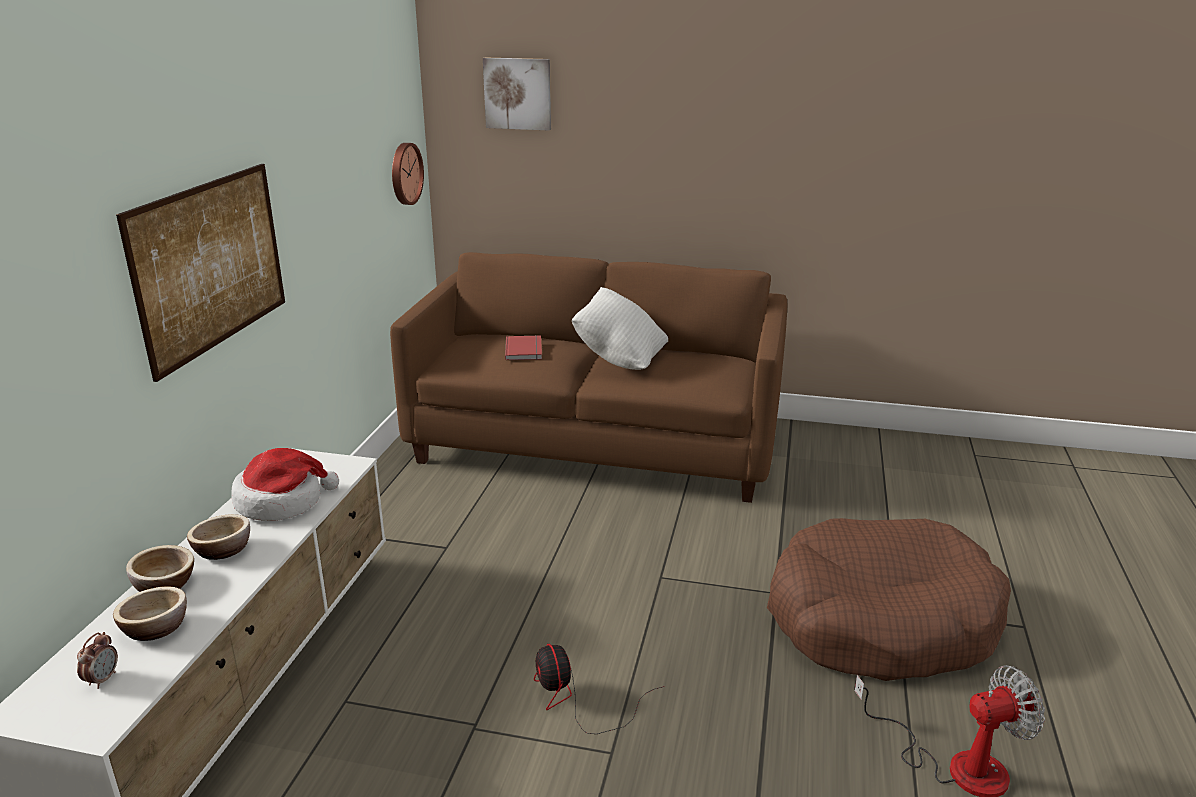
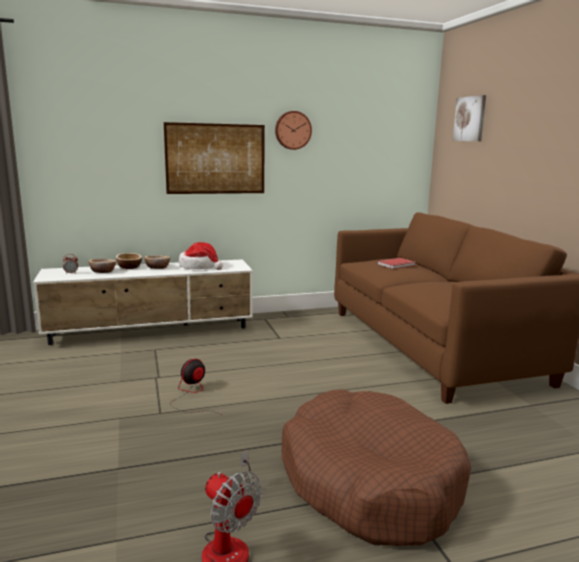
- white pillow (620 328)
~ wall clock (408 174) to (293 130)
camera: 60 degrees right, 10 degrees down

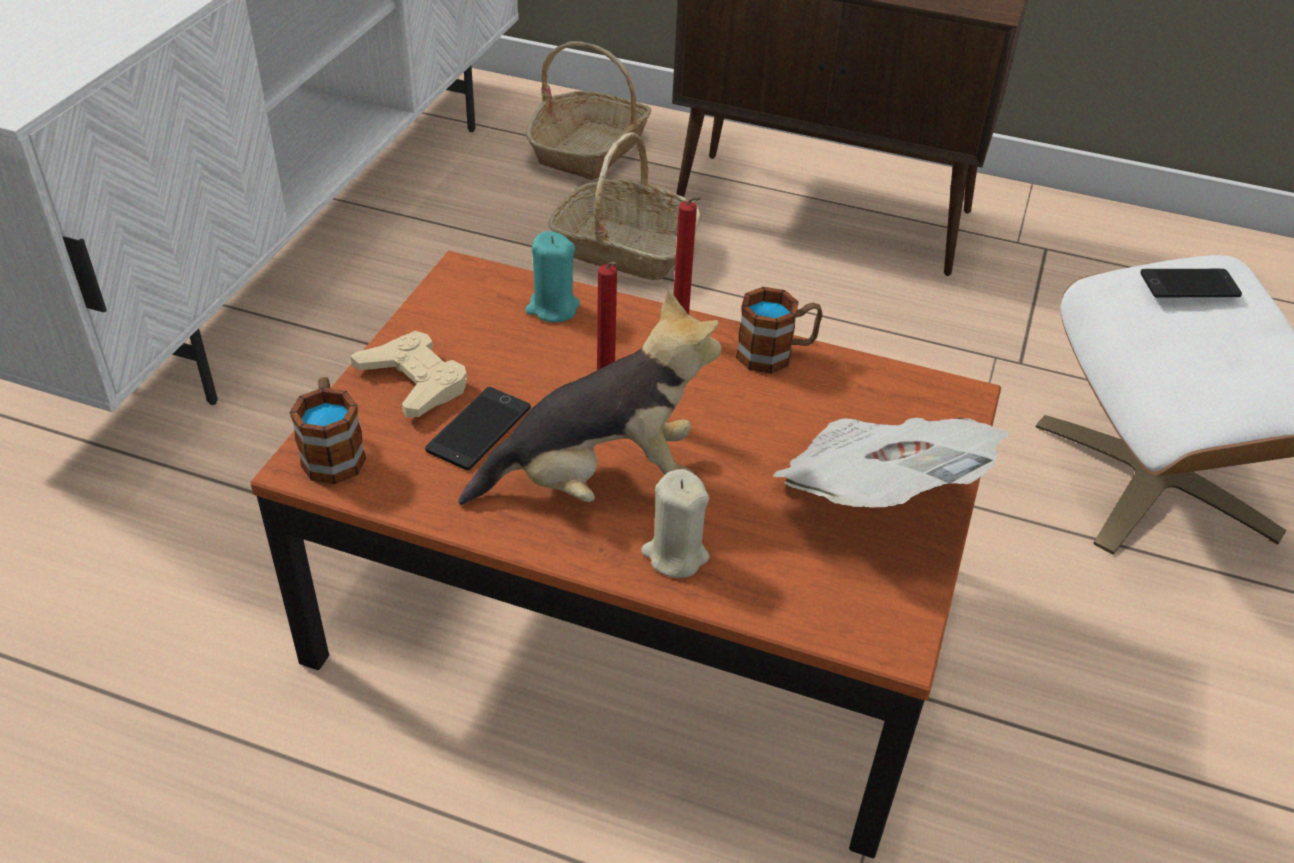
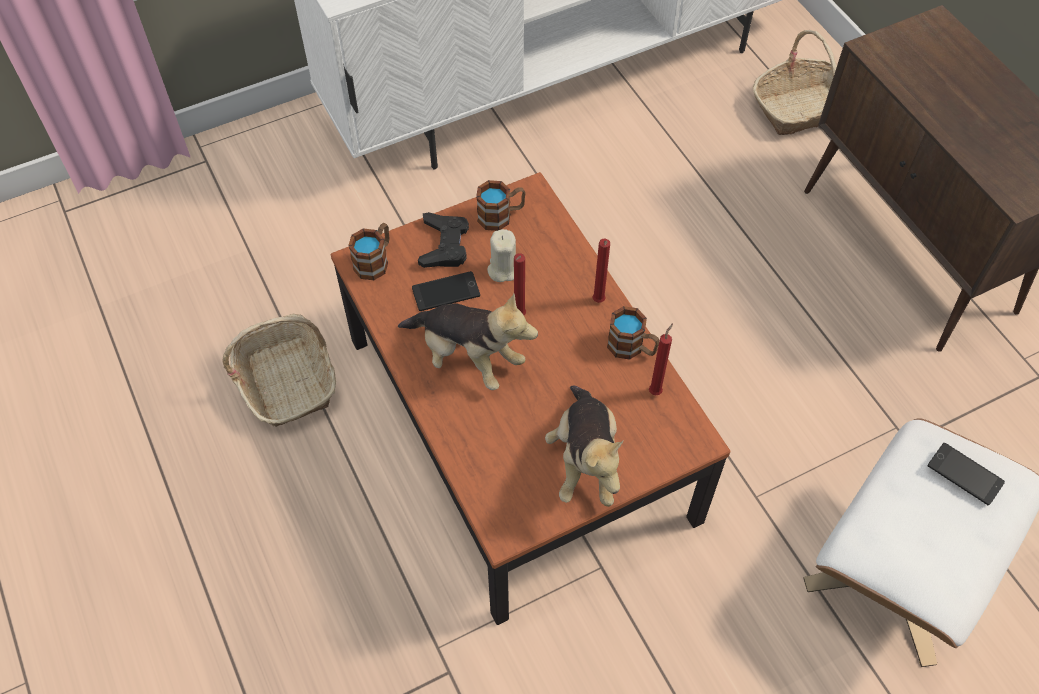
- blue-green wax light (552 276)
+ mug (501 205)
+ reddish wax light (661 359)
~ household basket (624 206) to (279 370)
~ beige-coloured wax light (675 523) to (501 255)
~ newspaper (891 462) to soft toy (584 446)
~ beige-coloured gamepad (408 374) to black gamepad (443 240)
camera: 45 degrees right, 15 degrees up

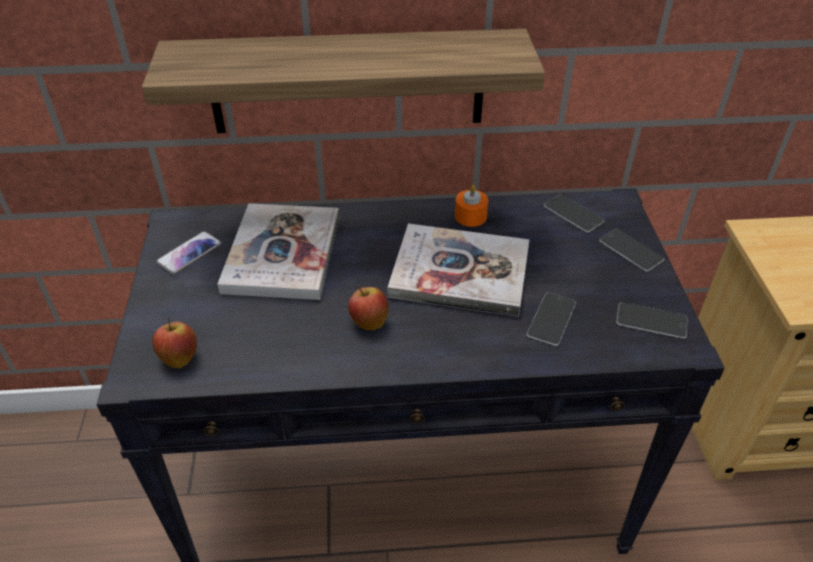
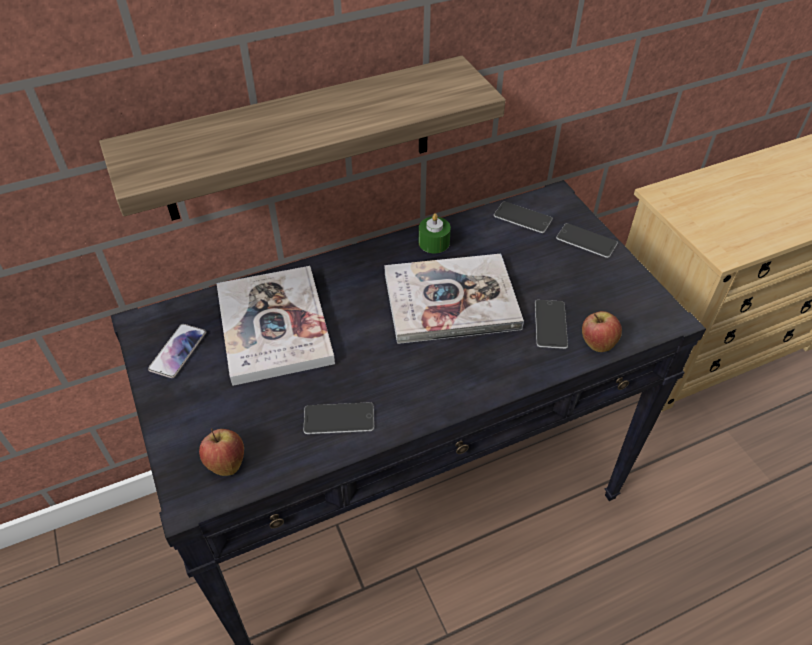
~ apple (368 307) to (602 331)
~ handset (651 320) to (339 418)
~ orangey wax light (471 206) to green-coloured wax light (435 233)
camera: 20 degrees left, 5 degrees up

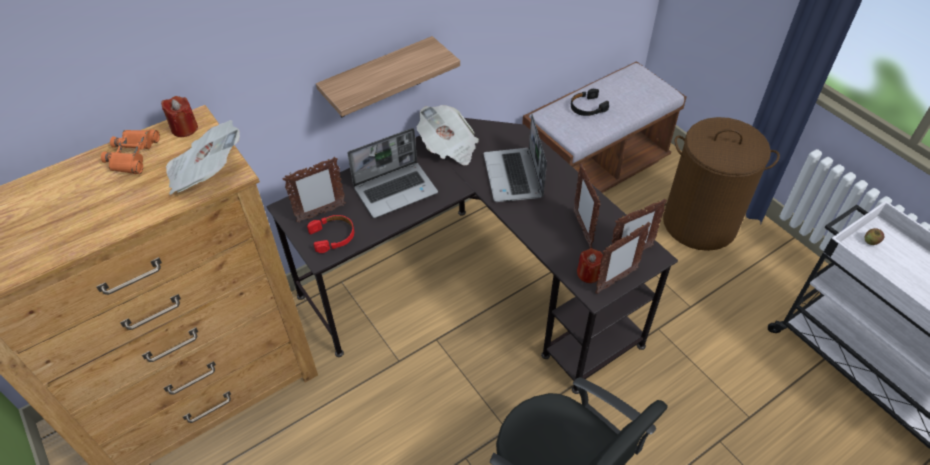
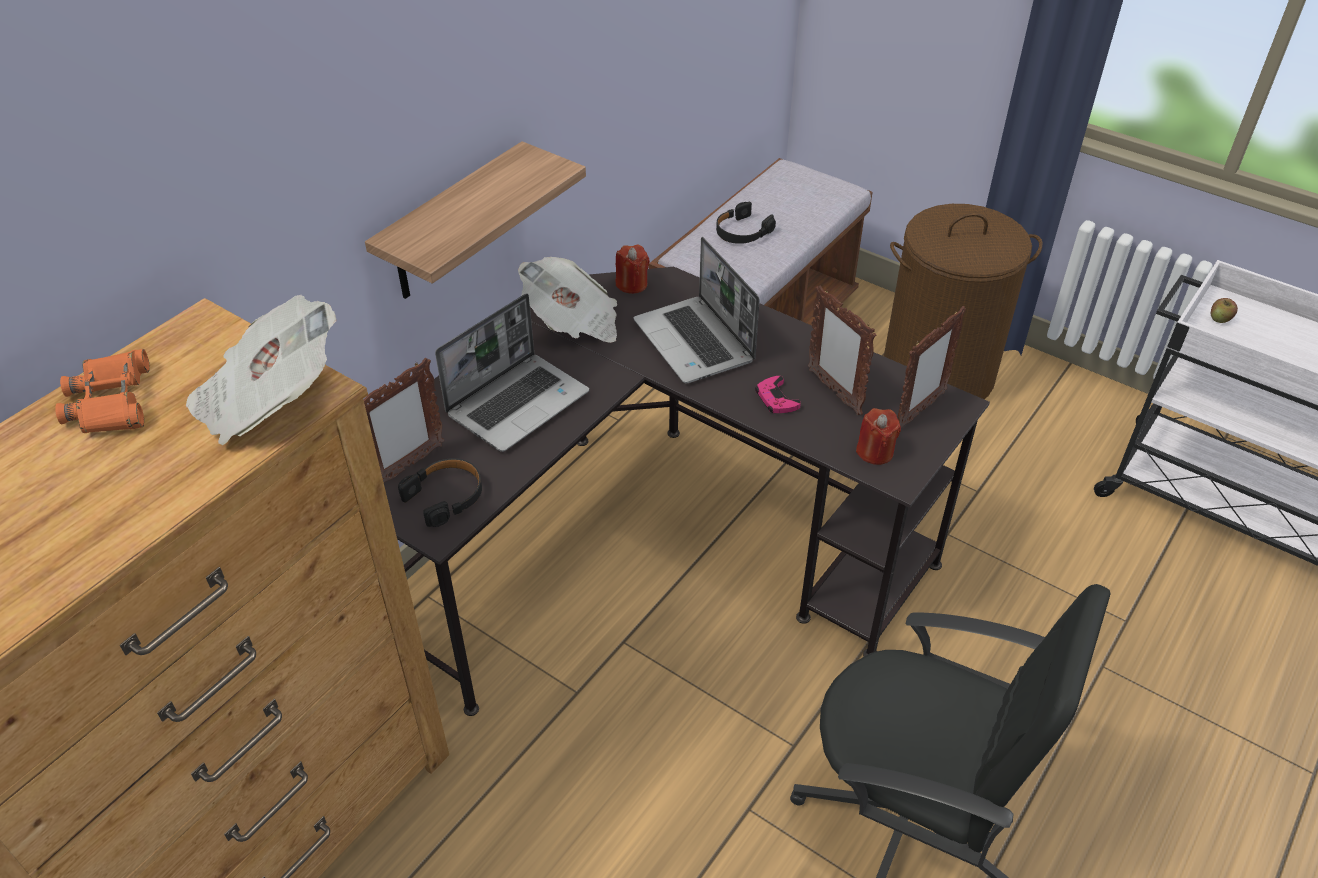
- standing frame (623 258)
+ pinkish gamepad (778 394)
~ reddish wax light (179 116) to (633 269)
~ reddish headset (330 234) to black headset (440 492)
camera: 20 degrees left, 5 degrees down

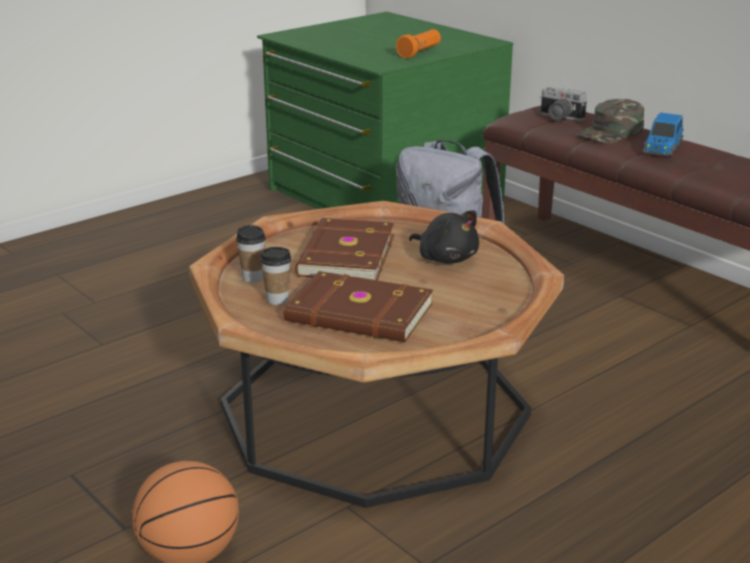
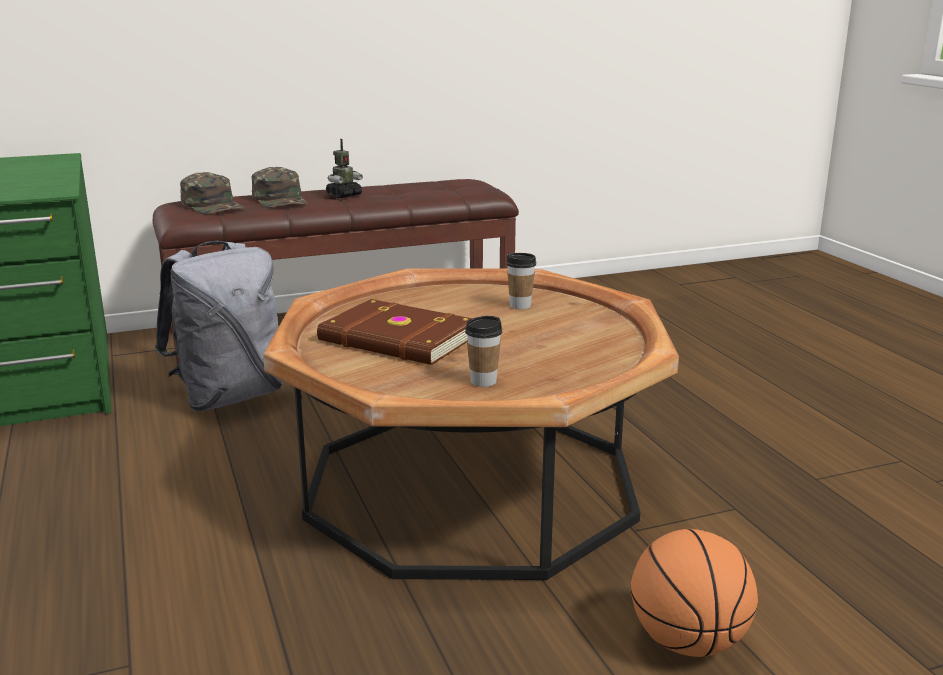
- brown-coloured bound book (358 306)
- orangey torch (418 43)
- black soft toy (444 237)
~ cup (251 254) to (521 281)
~ still camera (563 104) to green-coloured baseball cap (212 193)
~ model car (663 135) to model robot (344 168)
camera: 70 degrees left, 5 degrees down

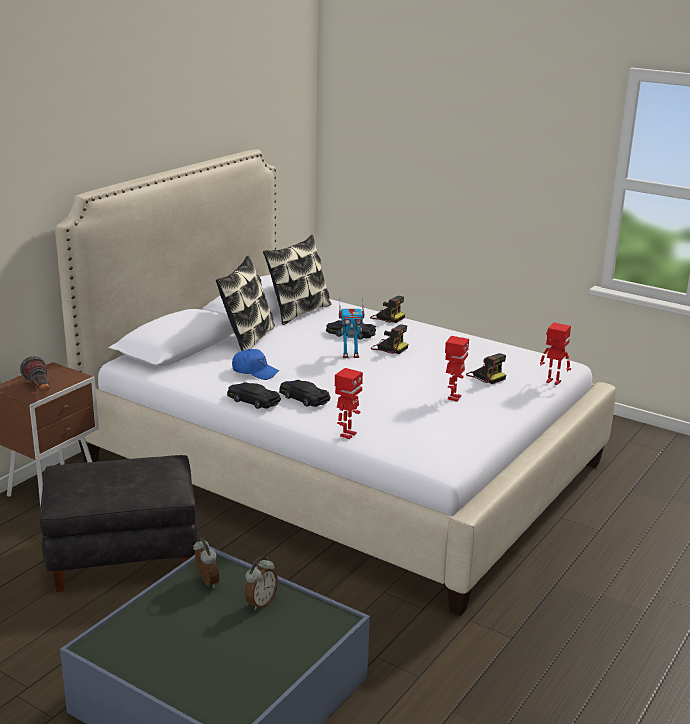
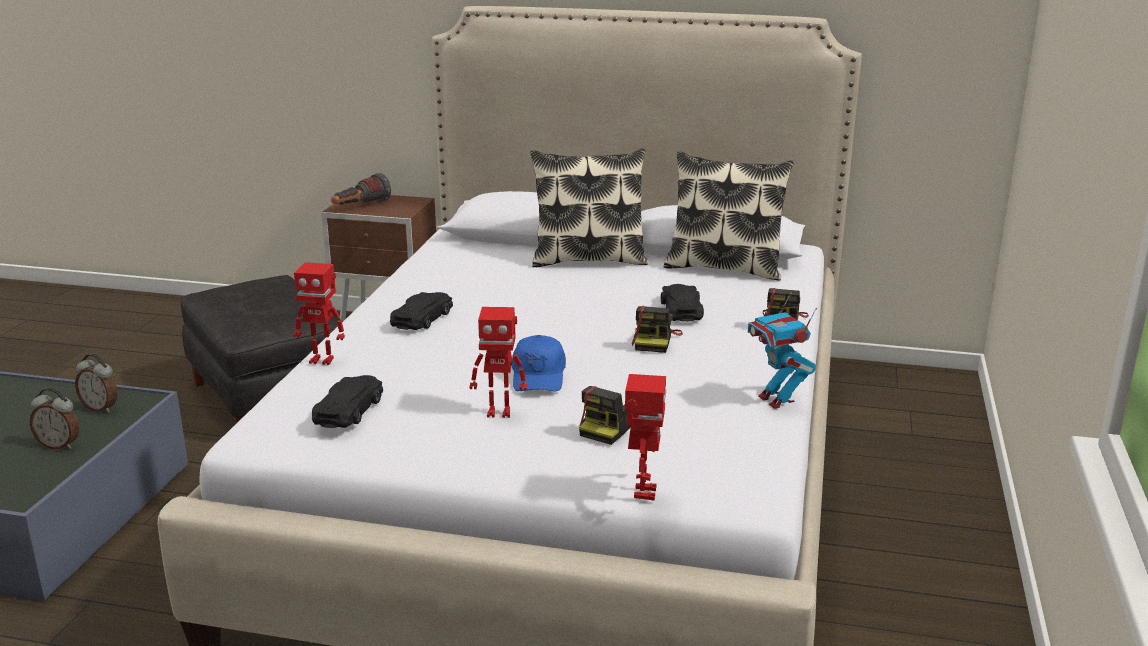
~ black model car (254 395) to (347 401)
~ blue baseball cap (255 364) to (539 363)
~ model robot (351 328) to (782 350)
~ table clock (206 563) = (96 383) 75 degrees clockwise
camera: 70 degrees right, 0 degrees up

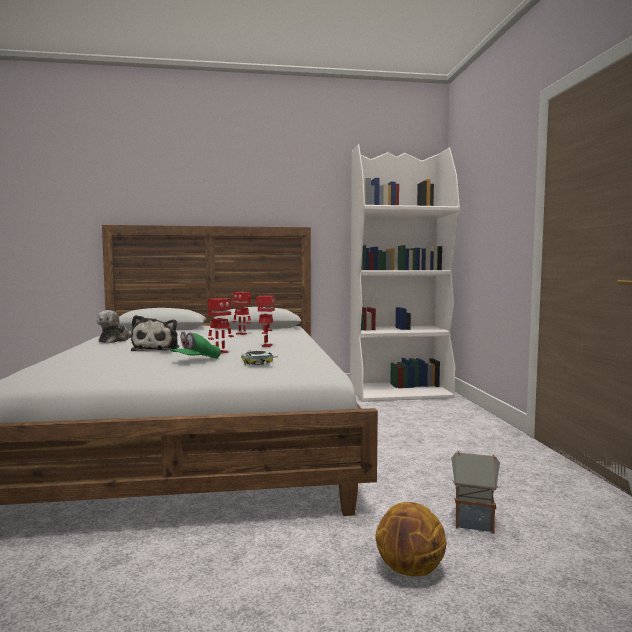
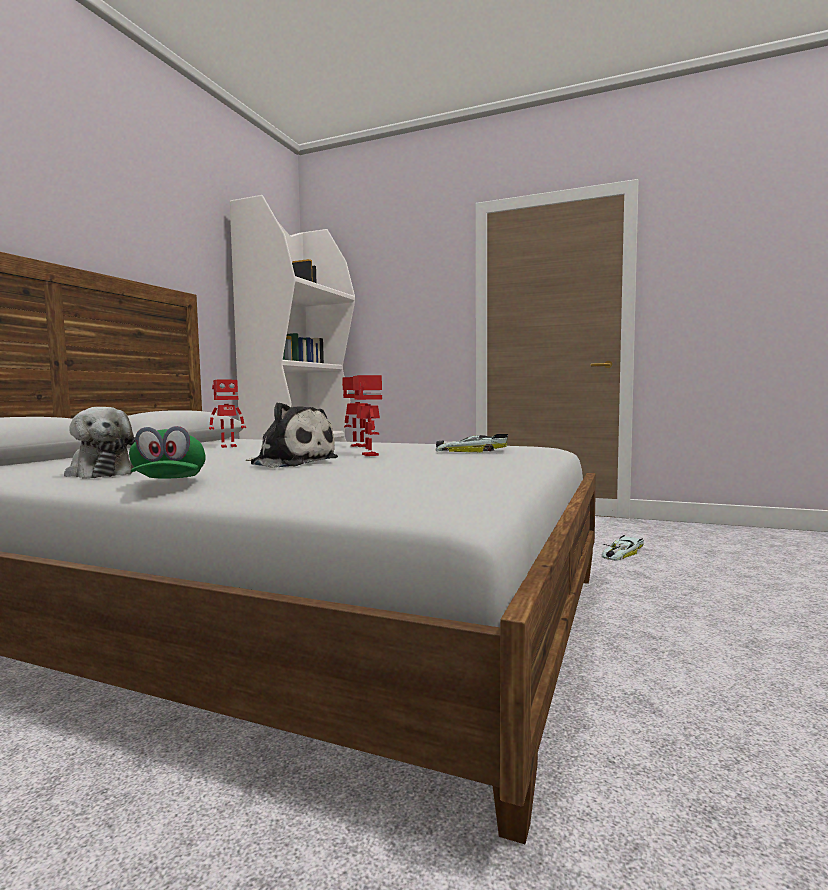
- basketball ball (410 539)
~ green-coloured baseball cap (195 345) to (167 452)
~ toy house (476 492) to model car (623 548)
camera: 60 degrees left, 0 degrees up

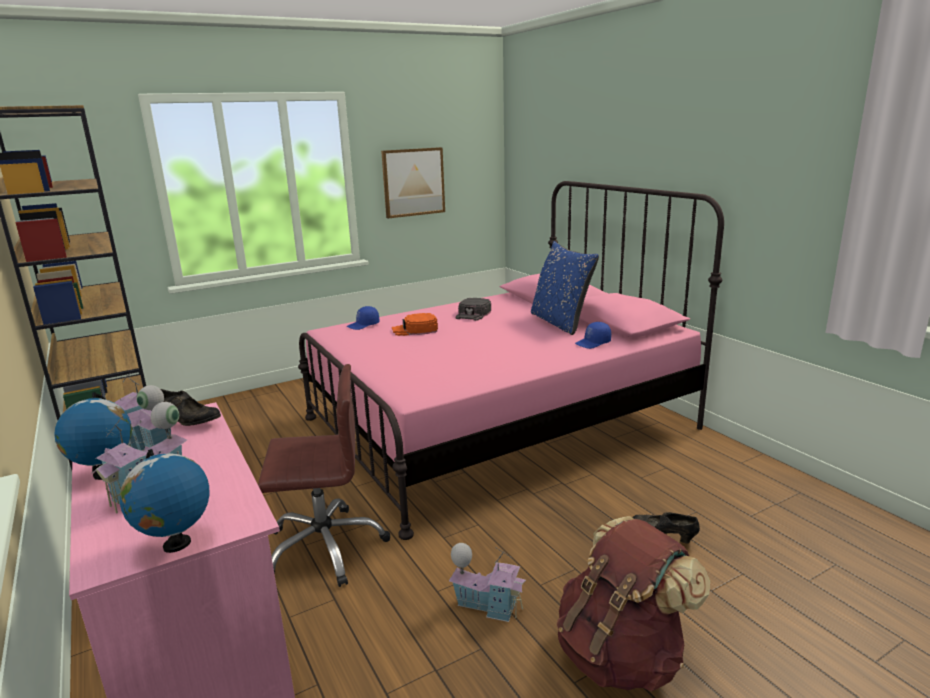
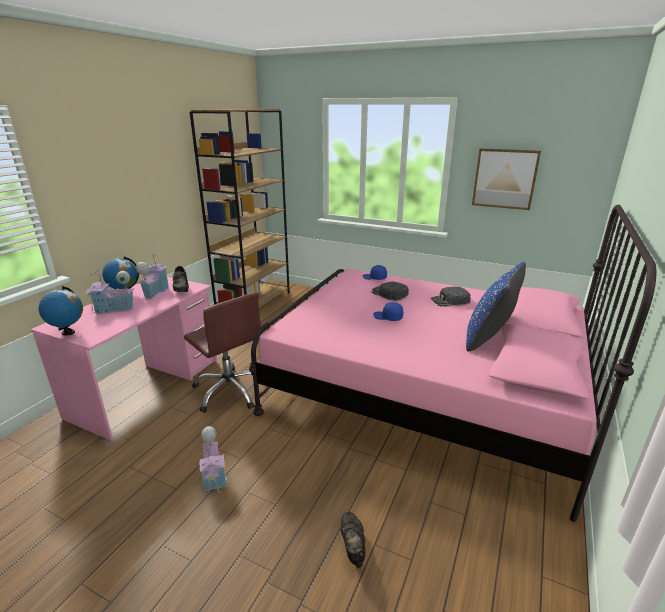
- brown-coloured rucksack (633 604)
~ blue baseball cap (593 335) to (388 311)
~ orangey baseball cap (415 324) to black baseball cap (390 291)
camera: 55 degrees right, 5 degrees up

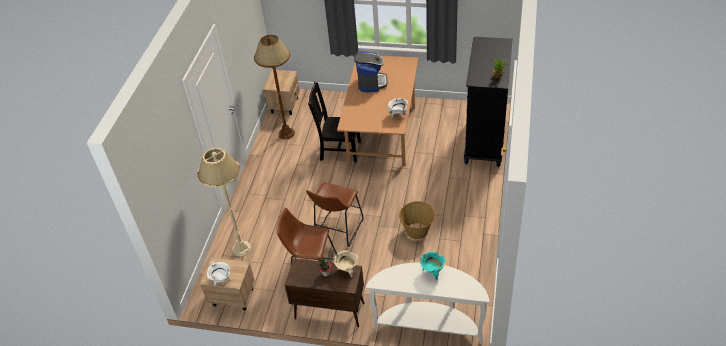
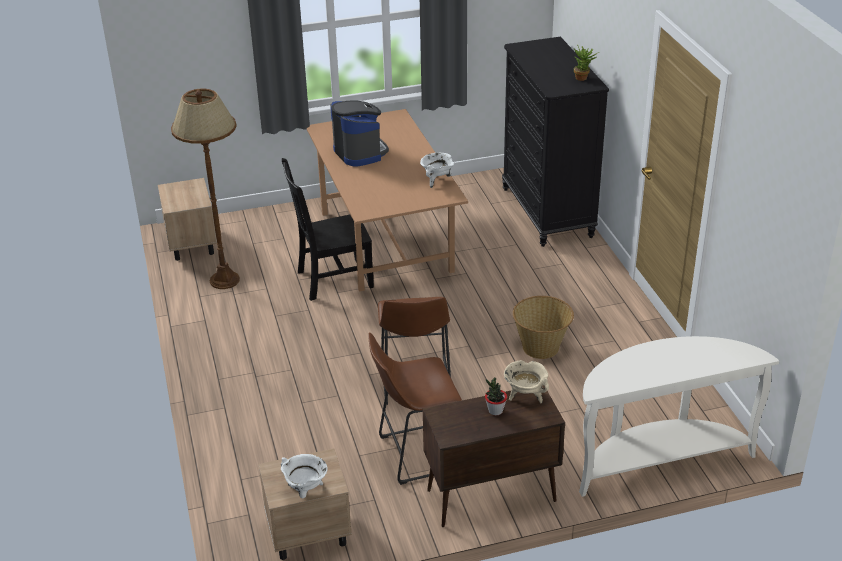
- beige-coloured standing lamp (224 202)
- blue-green saucepot (433 265)
camera: 30 degrees left, 10 degrees down

